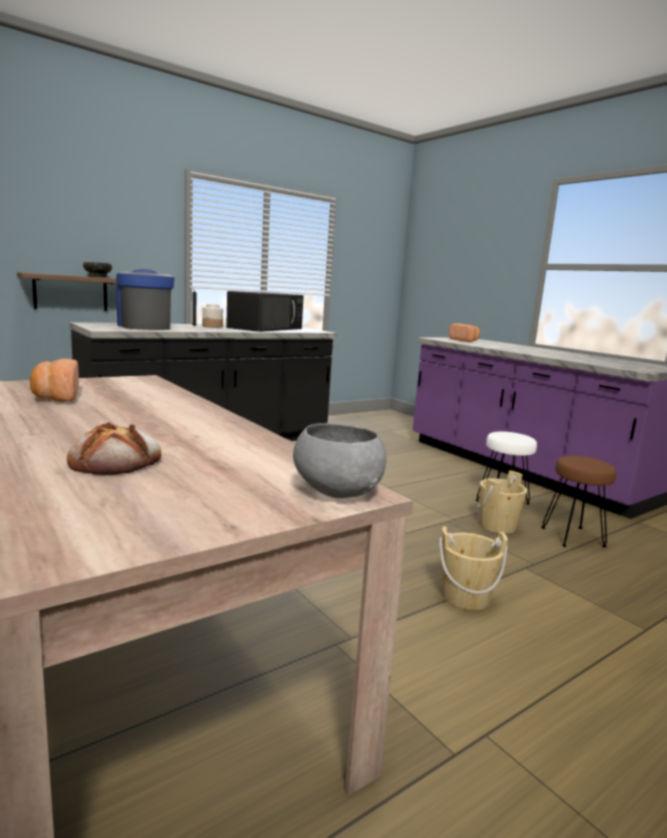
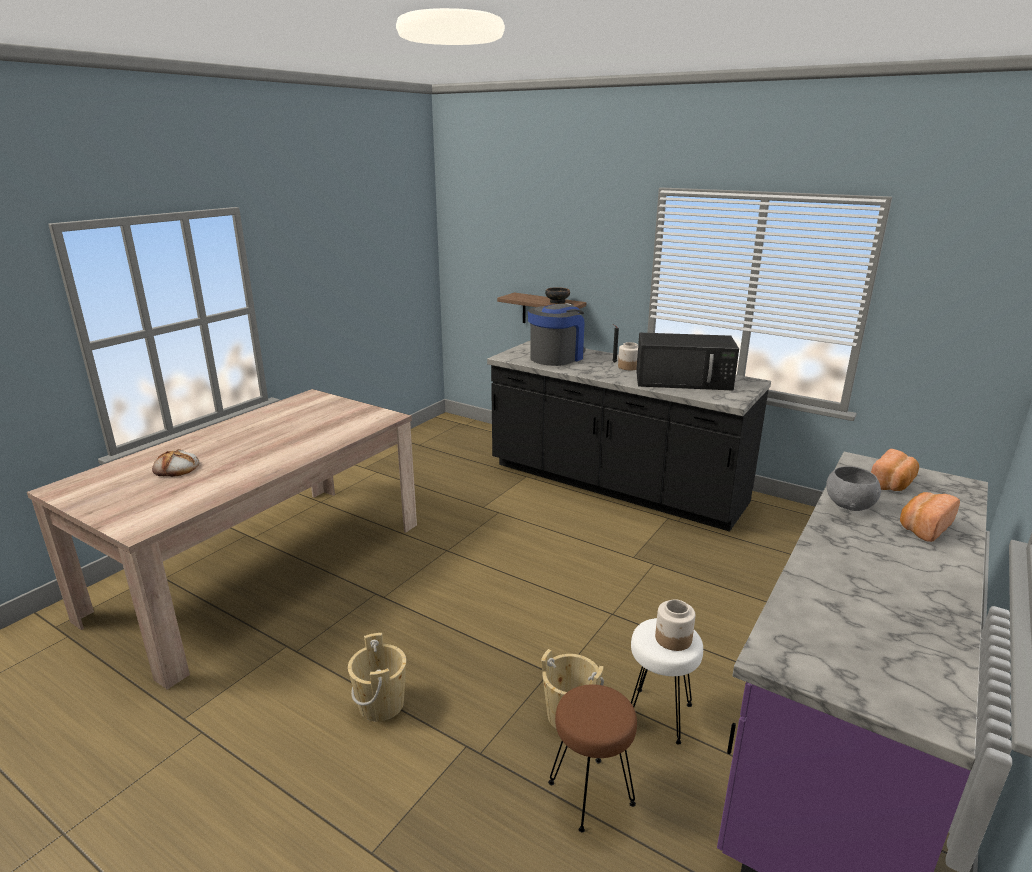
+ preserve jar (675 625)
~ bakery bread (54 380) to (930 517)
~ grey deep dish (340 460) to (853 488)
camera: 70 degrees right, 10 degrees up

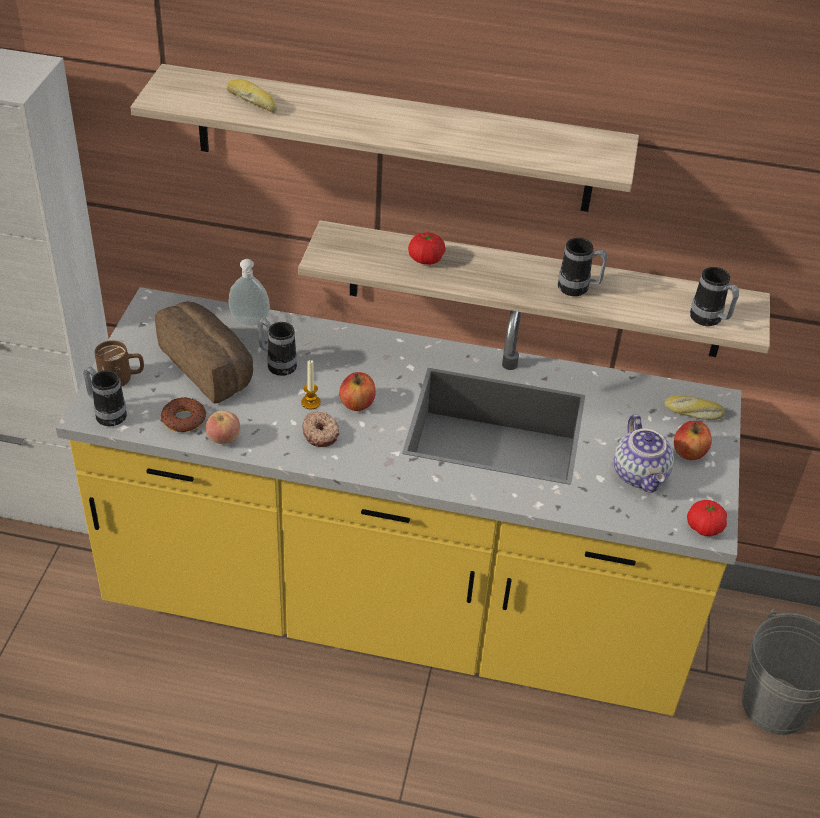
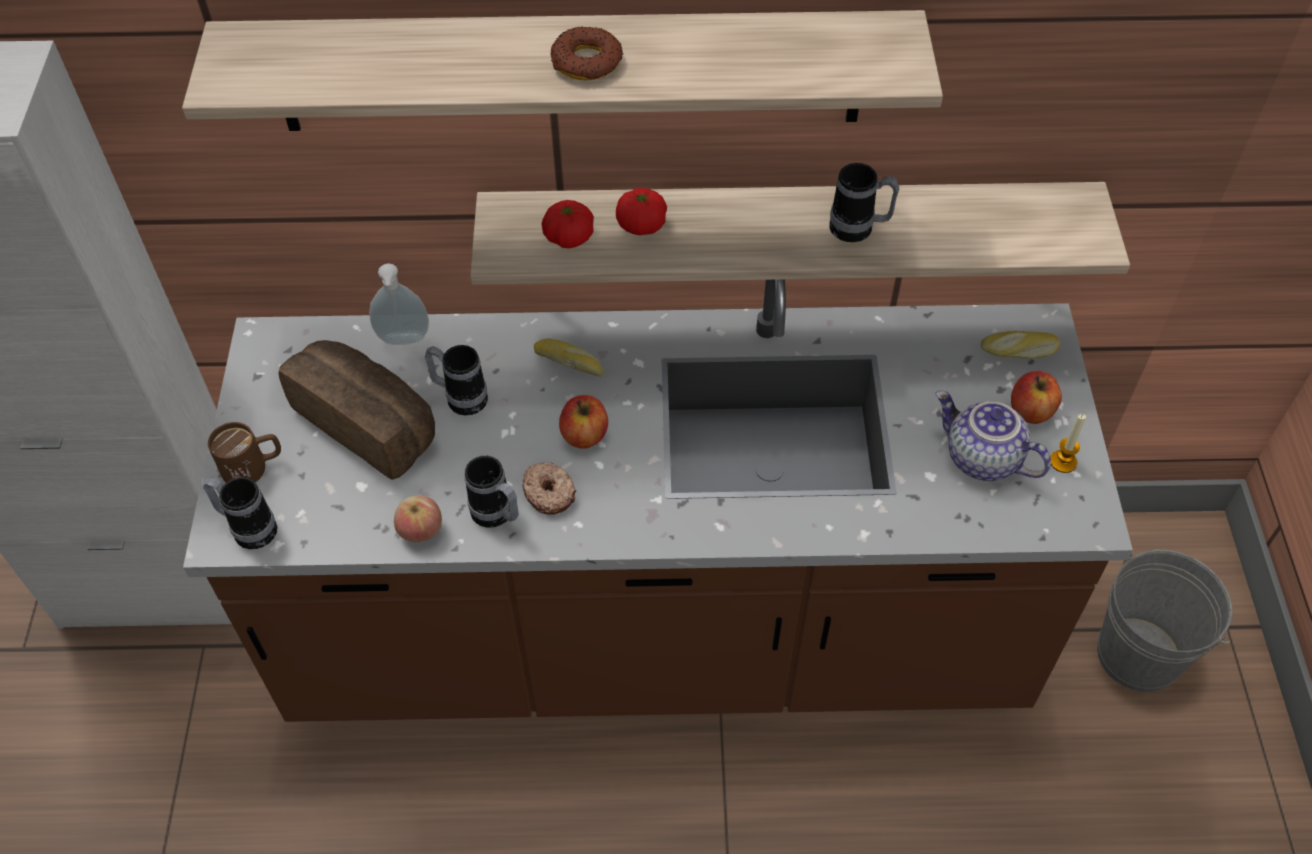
~ doughnut (183 414) to (587 53)
~ bakery bread (252 96) to (569 357)
~ wax light (311 384) to (1068 443)
~ fresh tomato (707 518) to (567 224)
~ mug (714 296) to (491 492)
~ yellow kitchen counter (398 501) to brown-coloured kitchen counter (658 500)
~ pot for tea (644 453) = (993 436) 150 degrees clockwise
camera: 10 degrees left, 10 degrees up

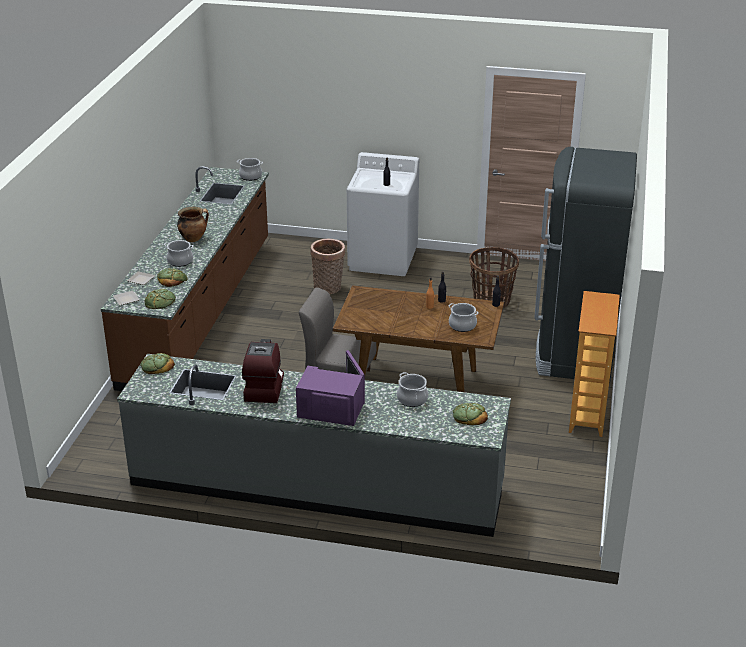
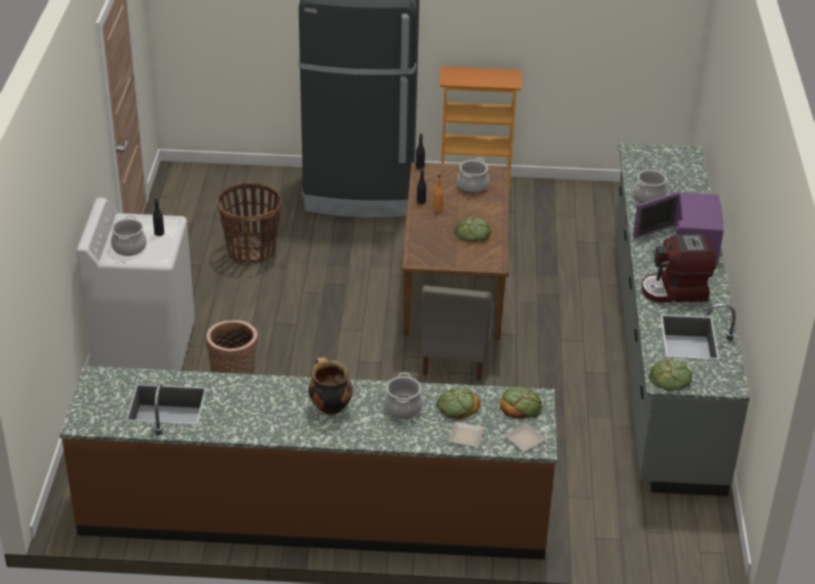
~ saucepot (250 169) to (129 235)
~ bakery bread (470 414) to (472 229)
camera: 100 degrees left, 5 degrees up

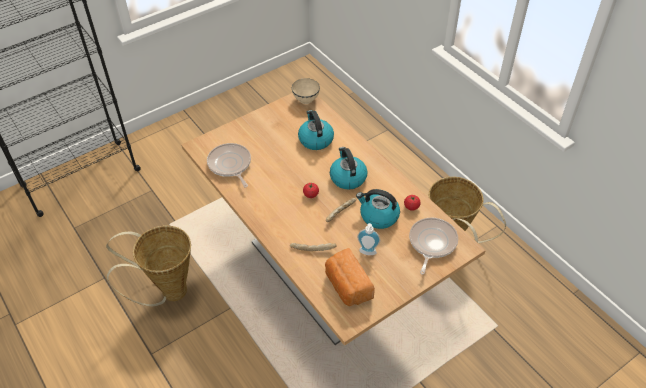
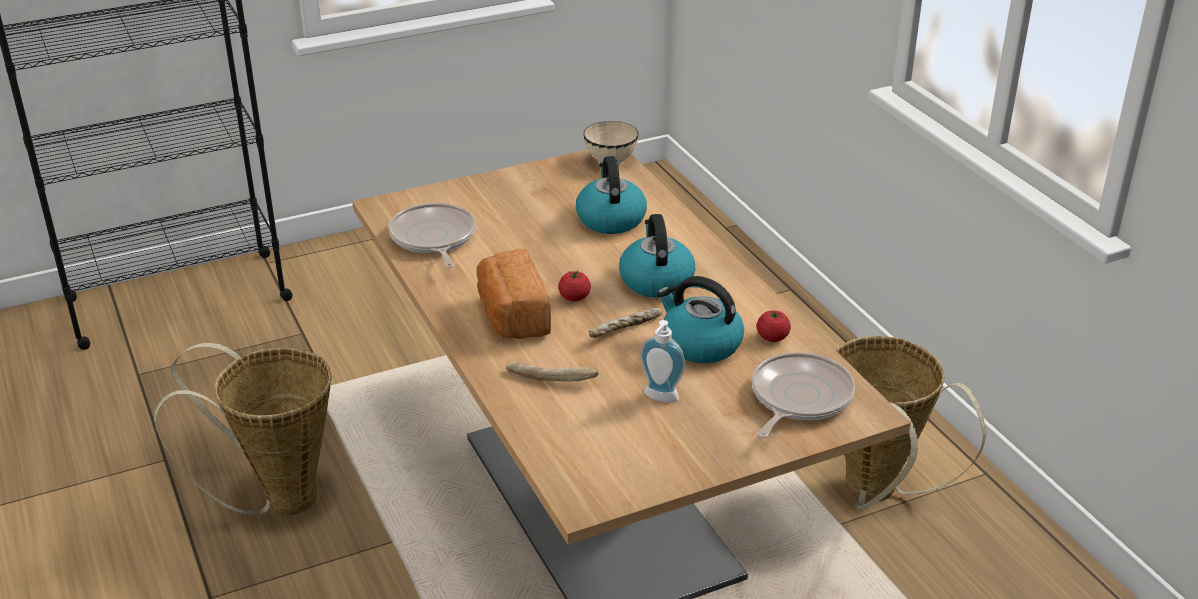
~ bakery bread (350 277) to (514 294)
camera: 10 degrees right, 15 degrees down

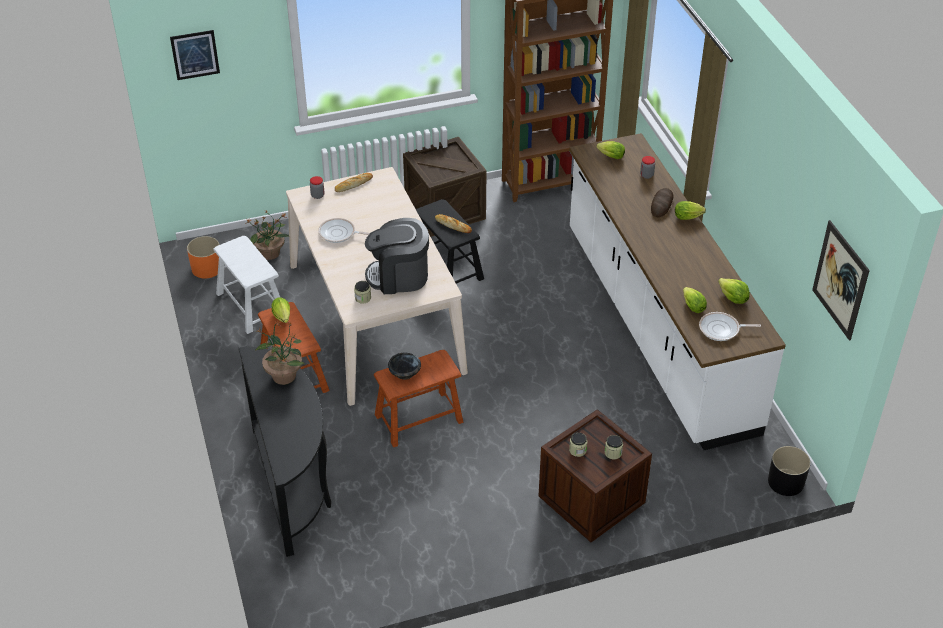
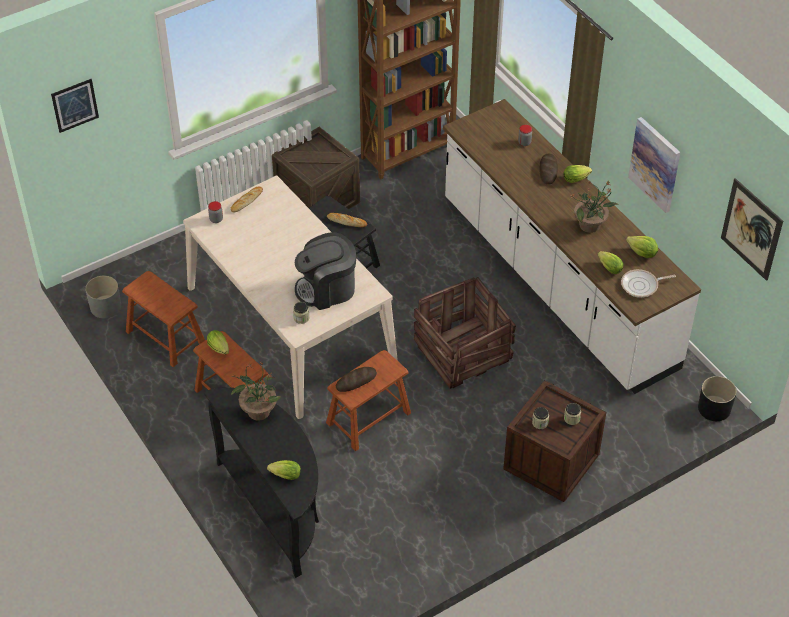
- frying pan (344 230)
+ crate (465 333)
+ picture (654 165)
~ plant in a pot (267 235) to (594 206)
~ lettuce (610 150) to (284 470)
~ black deep dish (404 366) to bakery bread (356 379)
~ orangey plant pot (203 257) to grey plant pot (103 297)
~ white stool seat (247 285) to brown-coloured stool seat (163 319)
camera: 15 degrees left, 5 degrees up

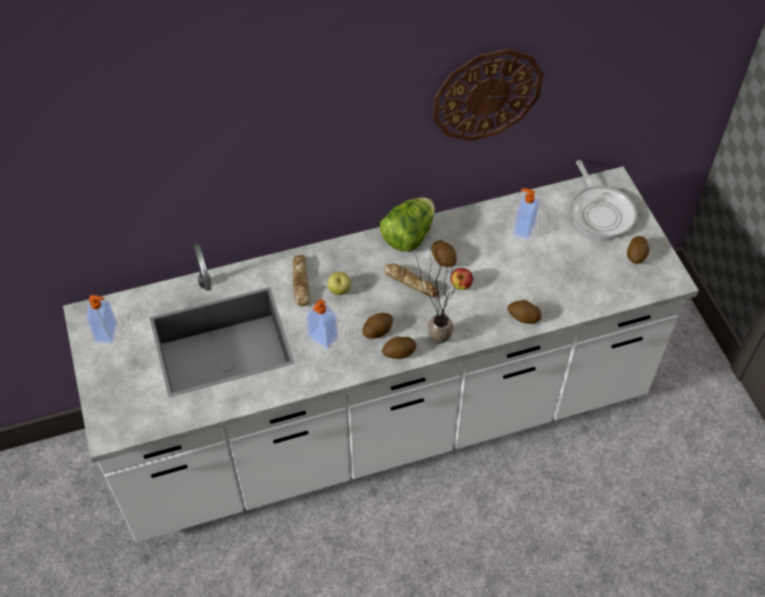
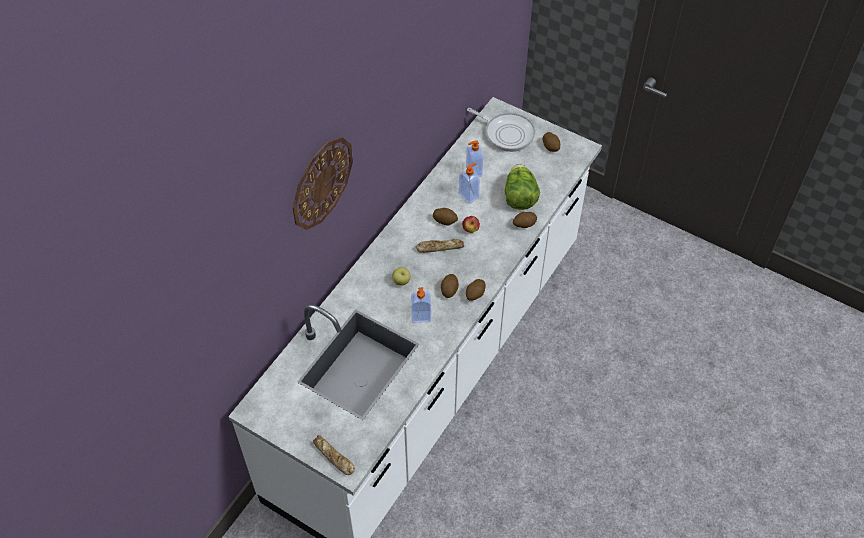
- plant in a pot (437 293)
~ soap bottle (102 319) to (469 183)
~ bakery bread (301 280) to (334 455)
~ lettuce (407 224) to (522 187)
~ wall clock (488 95) to (323 183)
camera: 40 degrees left, 0 degrees up

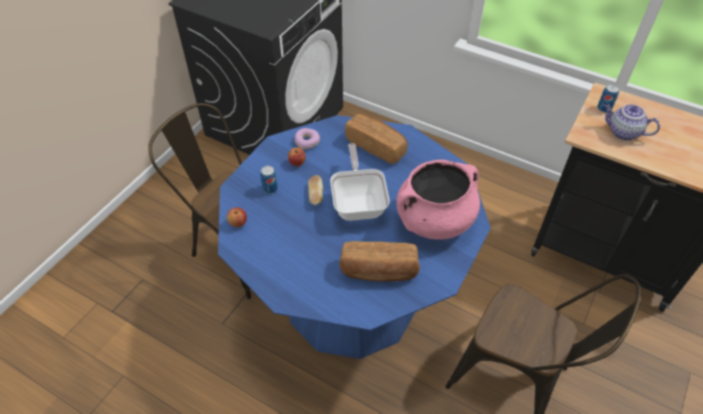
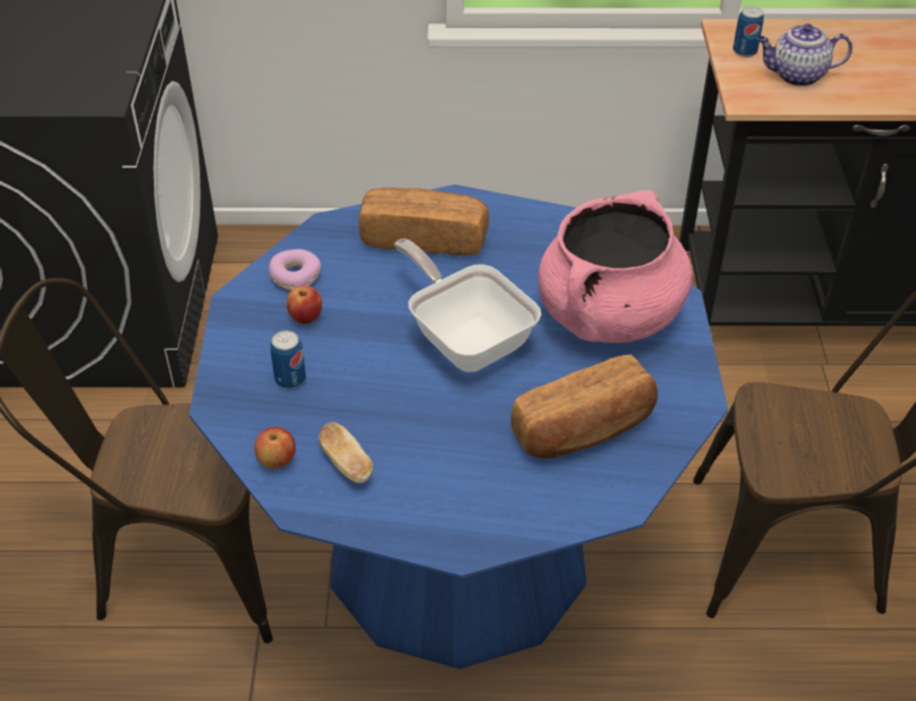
~ bakery bread (315 190) to (346 452)
camera: 30 degrees left, 5 degrees down

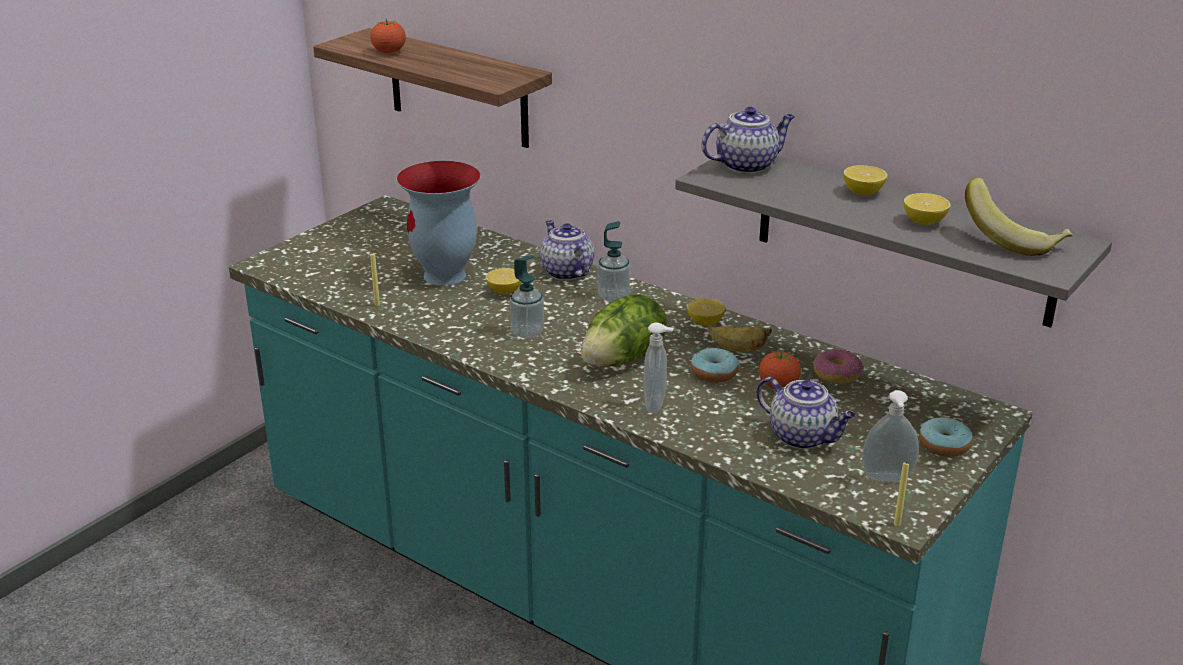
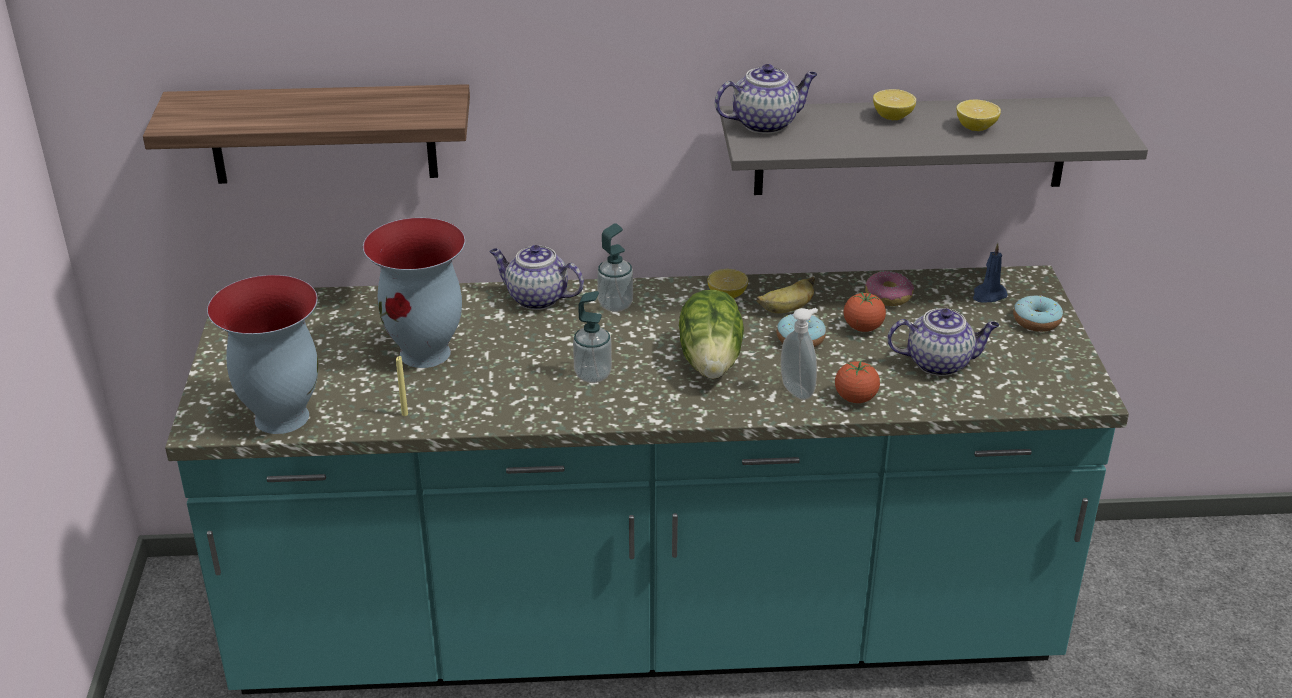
- lemon (503 281)
- soap bottle (890 436)
- yellow wax light (901 494)
- banana fruit (1019 216)
+ decorative vase (262 354)
+ blue wax light (990 272)
~ fresh tomato (388 36) to (857 382)
~ pot for tea (748 140) = (766 99) 45 degrees clockwise
camera: 40 degrees left, 5 degrees up

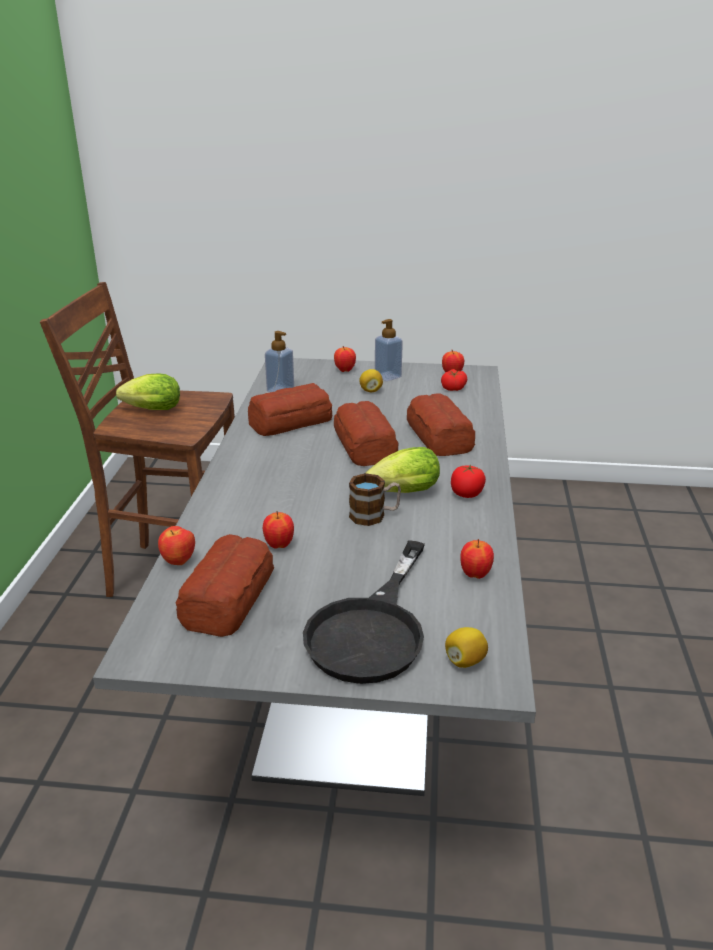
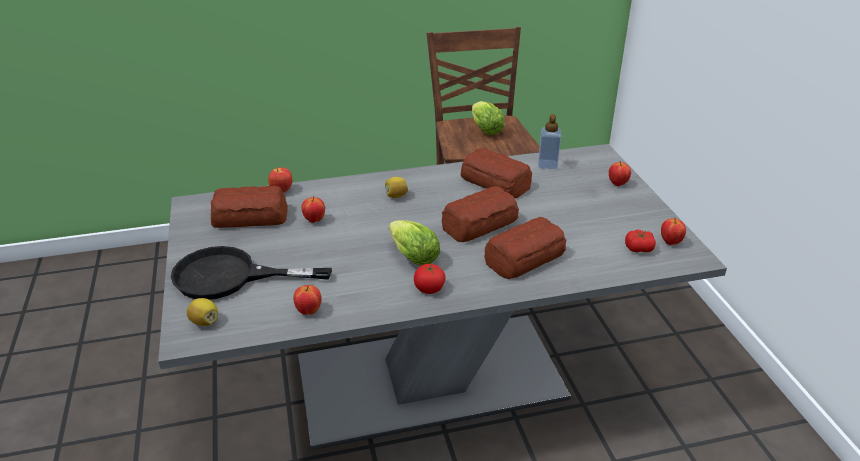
- mug (375 499)
- soap bottle (389 350)
~ lemon (371 380) to (396 187)
camera: 70 degrees right, 5 degrees up

